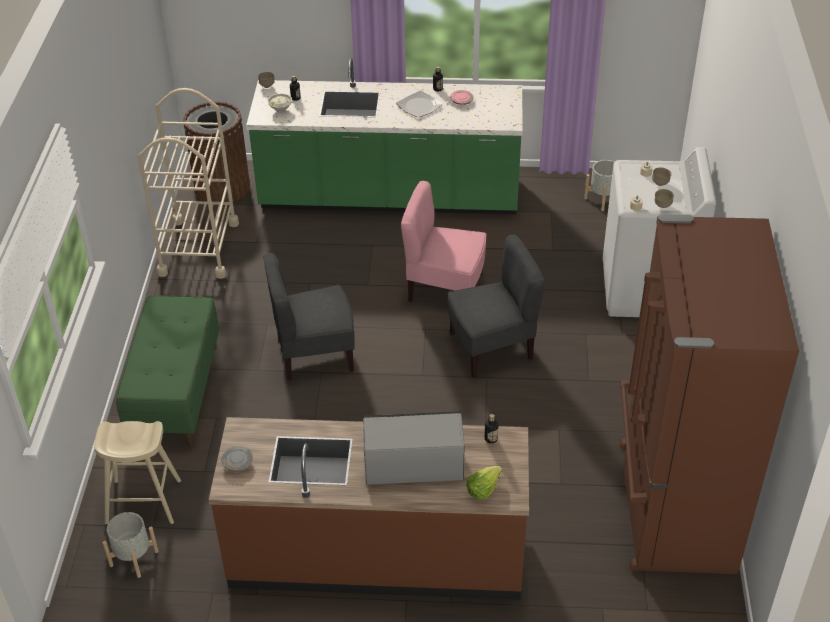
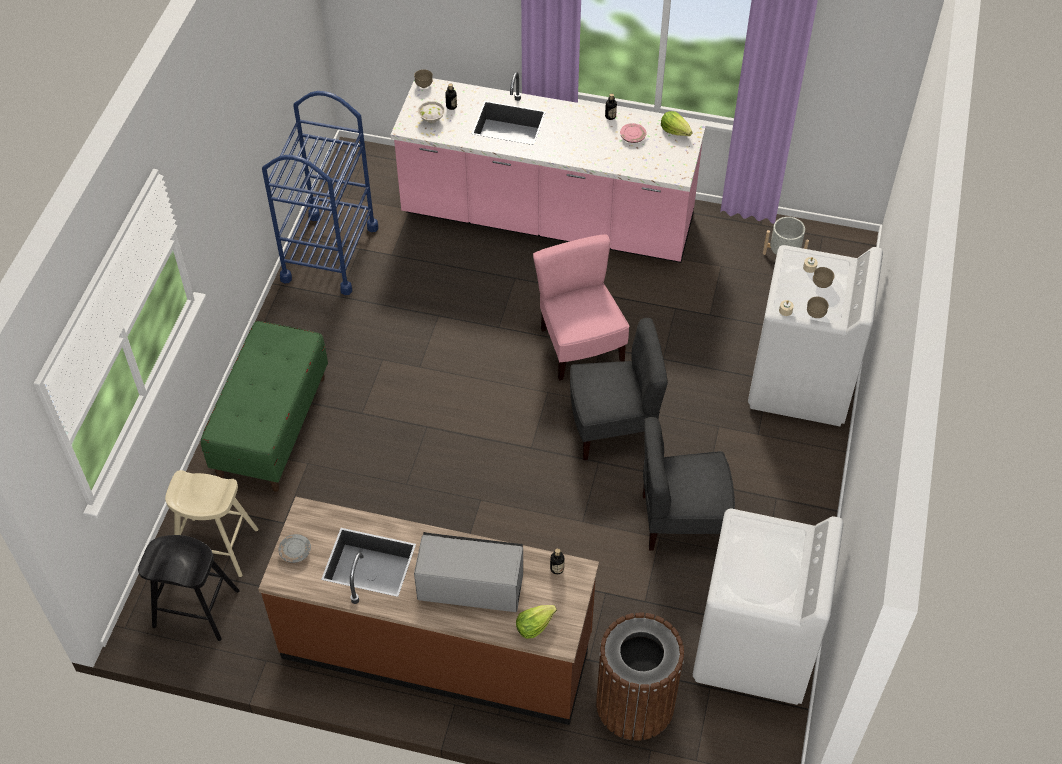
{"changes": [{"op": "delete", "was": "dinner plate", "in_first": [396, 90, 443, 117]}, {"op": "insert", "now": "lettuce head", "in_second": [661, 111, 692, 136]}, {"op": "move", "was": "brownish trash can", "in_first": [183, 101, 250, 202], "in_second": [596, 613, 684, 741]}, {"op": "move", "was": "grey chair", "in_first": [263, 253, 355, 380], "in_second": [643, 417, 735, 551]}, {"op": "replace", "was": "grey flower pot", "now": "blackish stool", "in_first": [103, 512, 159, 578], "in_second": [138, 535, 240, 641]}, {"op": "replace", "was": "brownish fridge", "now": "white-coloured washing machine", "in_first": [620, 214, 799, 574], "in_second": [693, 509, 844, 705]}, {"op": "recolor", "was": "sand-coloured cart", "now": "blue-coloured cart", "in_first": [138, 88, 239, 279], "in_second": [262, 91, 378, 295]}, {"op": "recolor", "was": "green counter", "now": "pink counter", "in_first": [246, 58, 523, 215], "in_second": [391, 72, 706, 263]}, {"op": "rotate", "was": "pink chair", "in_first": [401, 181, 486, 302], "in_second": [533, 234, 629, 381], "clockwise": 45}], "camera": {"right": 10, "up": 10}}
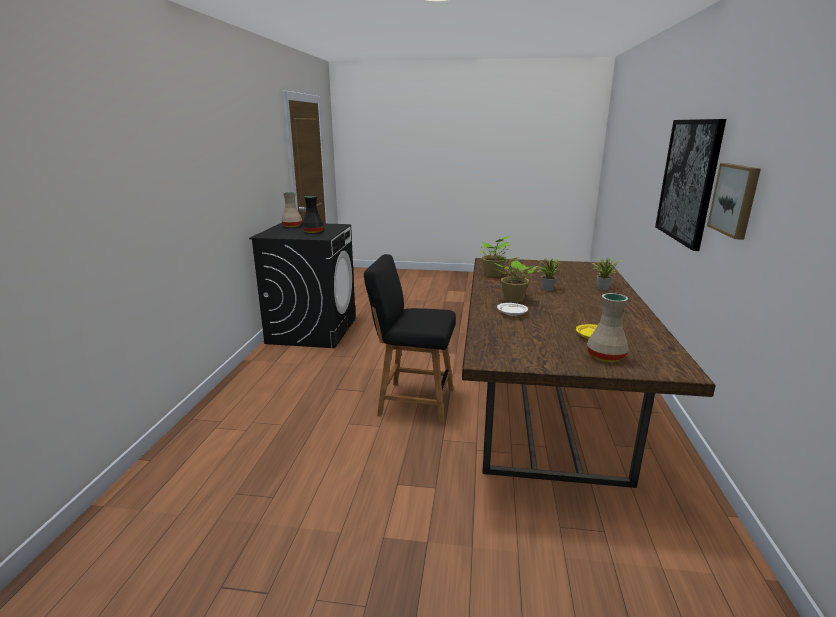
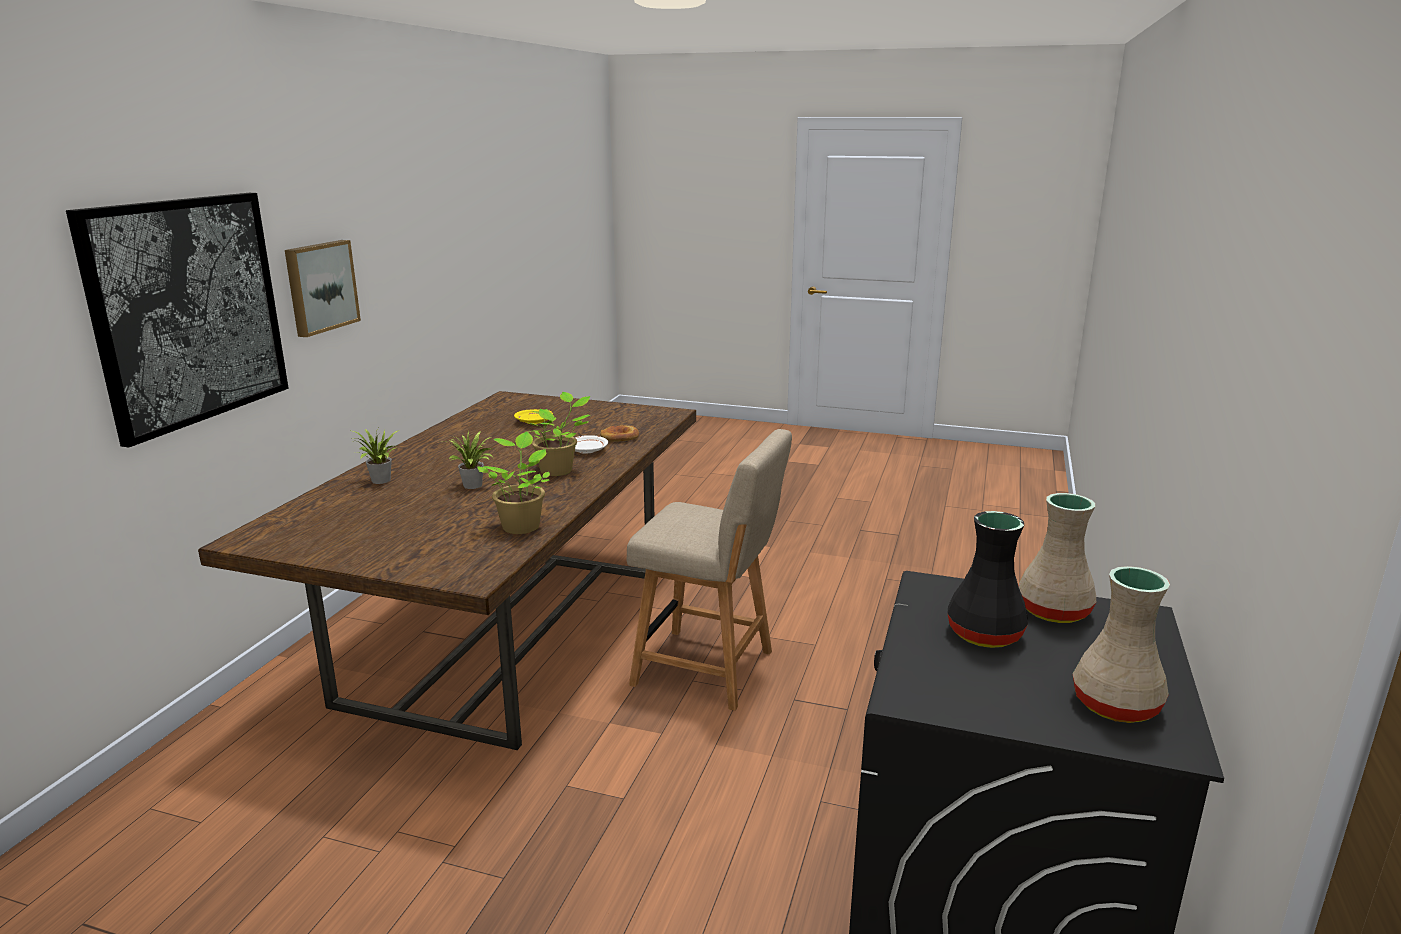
{"changes": [{"op": "insert", "now": "bakery bread", "in_second": [600, 425, 639, 442]}, {"op": "move", "was": "sand-coloured flower vase", "in_first": [587, 293, 629, 362], "in_second": [1018, 493, 1096, 623]}, {"op": "recolor", "was": "blackish chair", "now": "sand-coloured chair", "in_first": [364, 254, 456, 424], "in_second": [627, 429, 792, 711]}], "camera": {"right": -170, "up": 0}}
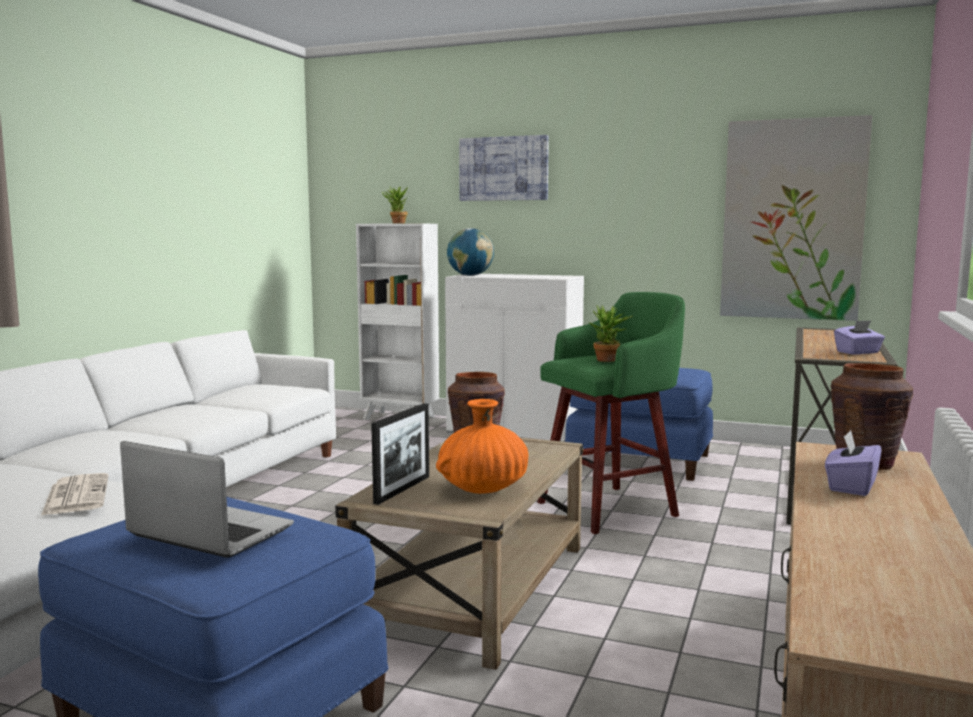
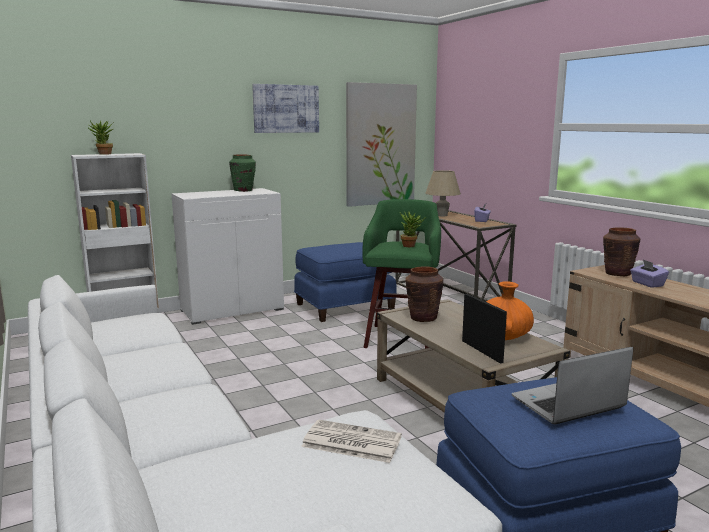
{"changes": [{"op": "delete", "was": "world globe", "in_first": [447, 228, 494, 276]}, {"op": "insert", "now": "green flower vase", "in_second": [229, 154, 256, 192]}, {"op": "insert", "now": "sand-coloured lamp for a table", "in_second": [425, 170, 461, 217]}, {"op": "move", "was": "wall art", "in_first": [459, 135, 549, 201], "in_second": [252, 84, 319, 133]}], "camera": {"right": -50, "up": 5}}
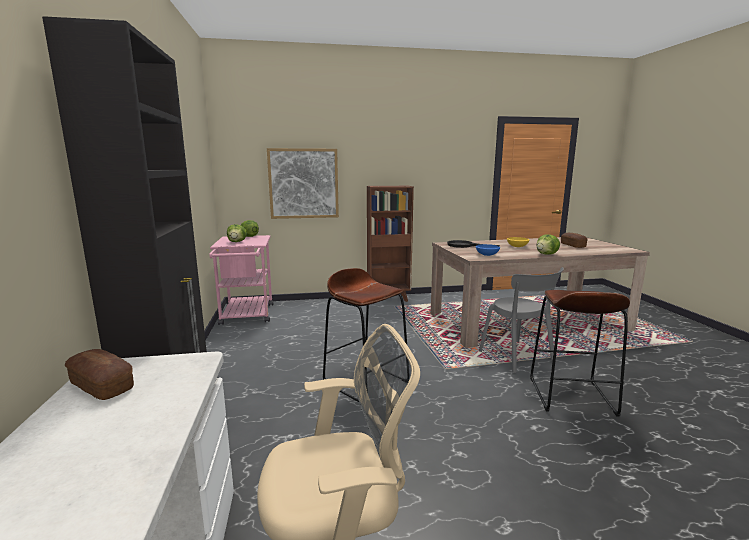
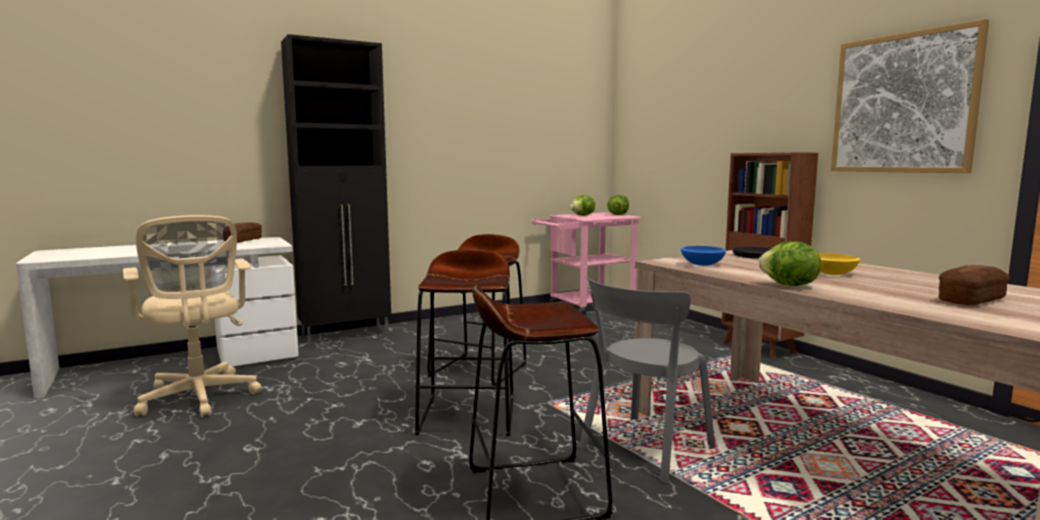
{"changes": [{"op": "insert", "now": "brownish stool", "in_second": [415, 249, 514, 436]}, {"op": "move", "was": "wall art", "in_first": [267, 148, 339, 219], "in_second": [831, 19, 989, 173]}], "camera": {"right": 70, "up": -5}}
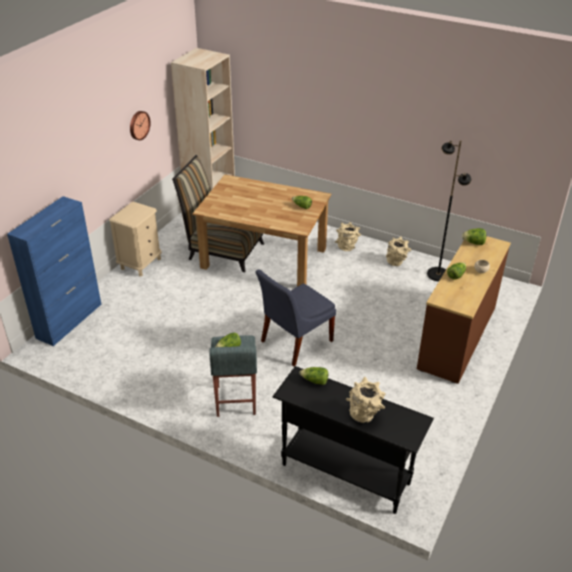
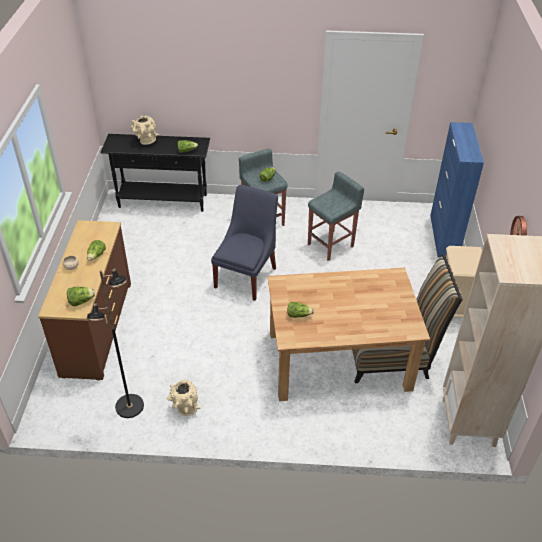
{"changes": [{"op": "delete", "was": "sand-coloured flower vase", "in_first": [335, 222, 361, 251]}, {"op": "insert", "now": "grey stool", "in_second": [308, 172, 364, 261]}], "camera": {"right": 155, "up": 5}}
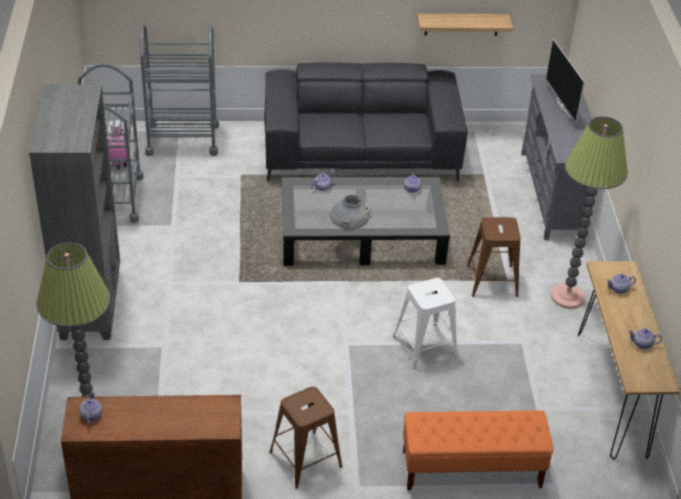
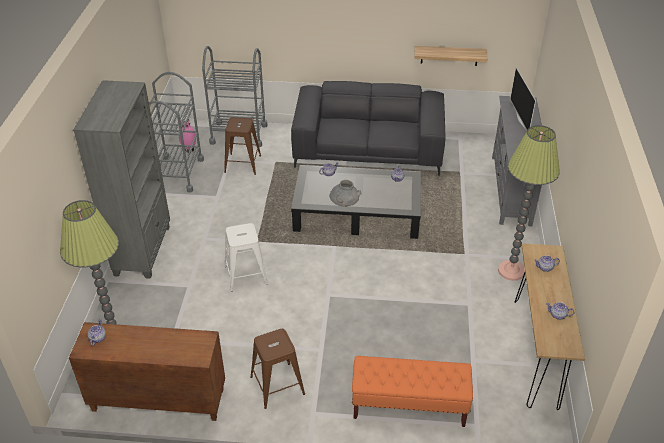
{"changes": [{"op": "move", "was": "white-coloured stool", "in_first": [393, 278, 458, 369], "in_second": [225, 223, 268, 292]}, {"op": "move", "was": "brownish stool", "in_first": [467, 217, 521, 297], "in_second": [224, 117, 261, 175]}], "camera": {"right": 10, "up": 0}}
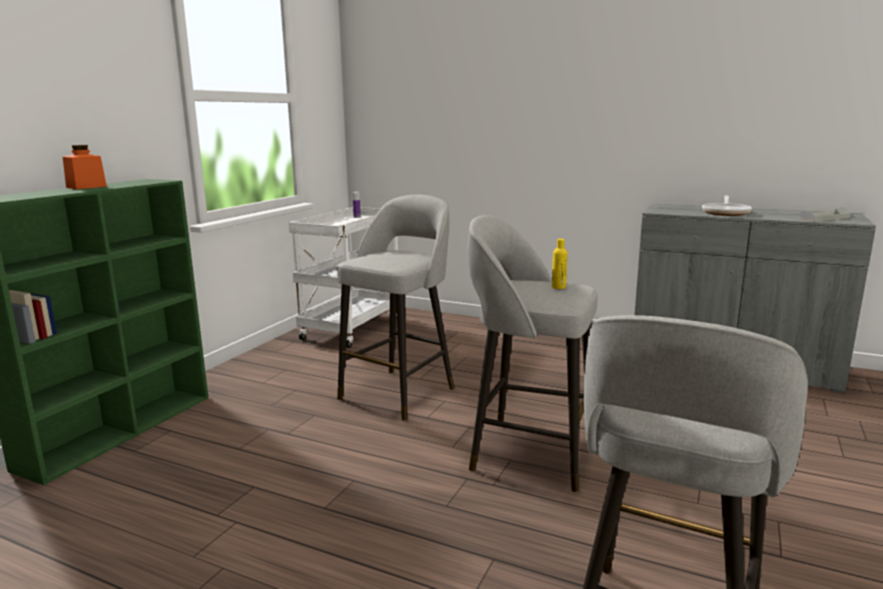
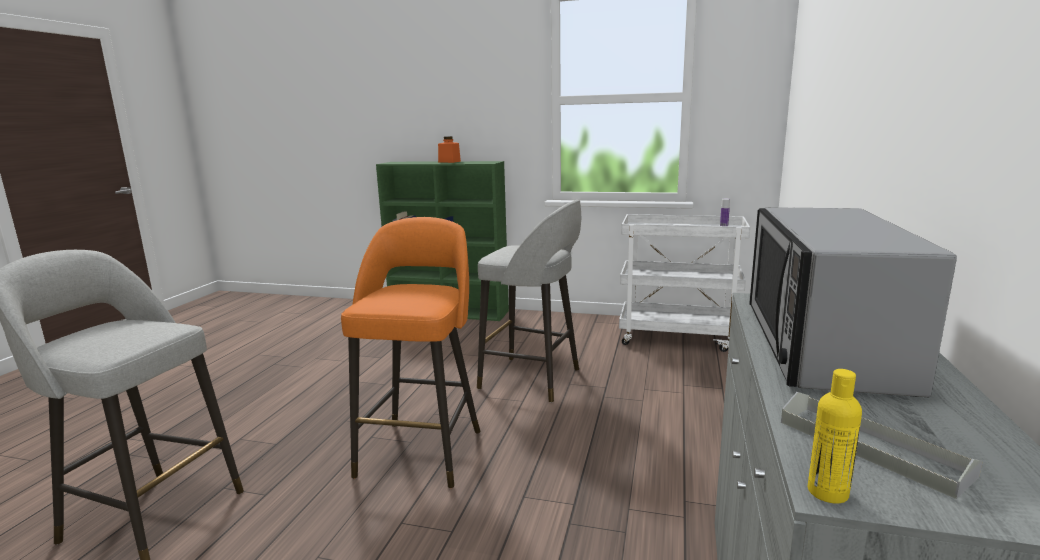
{"changes": [{"op": "move", "was": "yellowish bottle", "in_first": [552, 239, 568, 289], "in_second": [807, 369, 862, 504]}, {"op": "replace", "was": "skillet", "now": "microwave", "in_first": [702, 195, 752, 216], "in_second": [749, 207, 957, 397]}, {"op": "recolor", "was": "grey stool", "now": "orange stool", "in_first": [467, 215, 598, 492], "in_second": [341, 217, 480, 488]}], "camera": {"right": 80, "up": 0}}
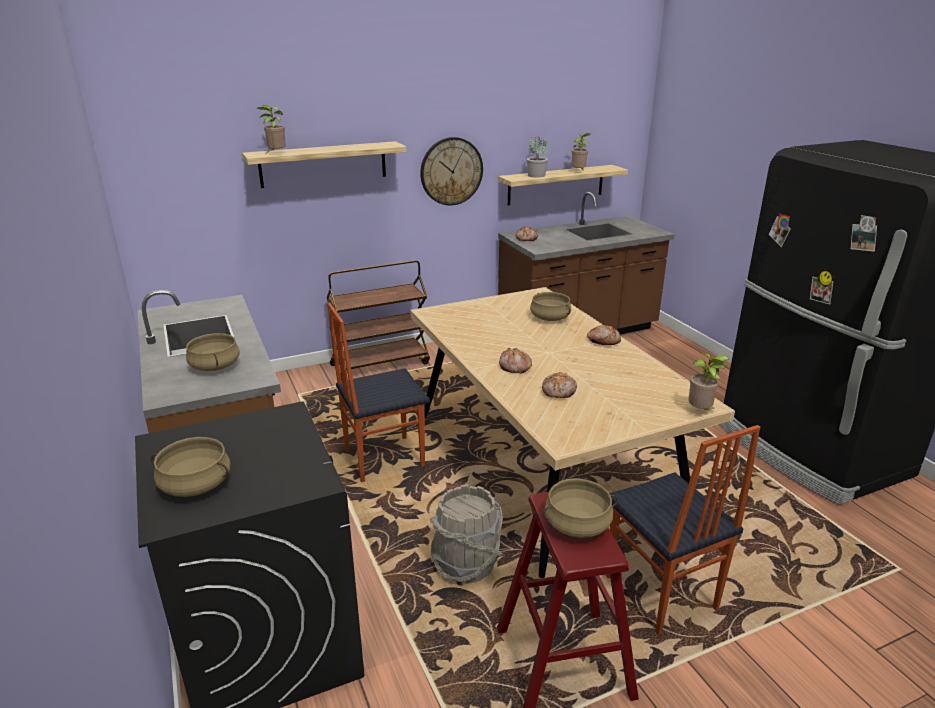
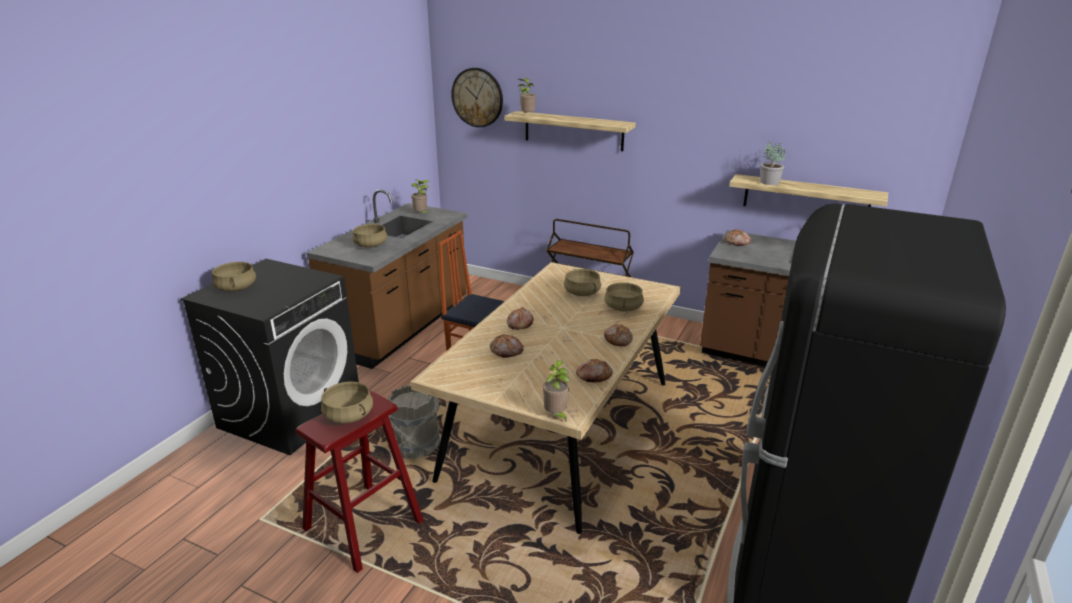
{"changes": [{"op": "delete", "was": "chair", "in_first": [605, 425, 760, 635]}, {"op": "insert", "now": "sand-coloured cooking pot", "in_second": [564, 269, 601, 296]}, {"op": "insert", "now": "bakery bread", "in_second": [576, 359, 613, 382]}, {"op": "move", "was": "hanging clock", "in_first": [420, 137, 483, 206], "in_second": [451, 68, 503, 128]}, {"op": "move", "was": "houseplant", "in_first": [571, 132, 590, 171], "in_second": [411, 180, 430, 213]}], "camera": {"right": 50, "up": 0}}
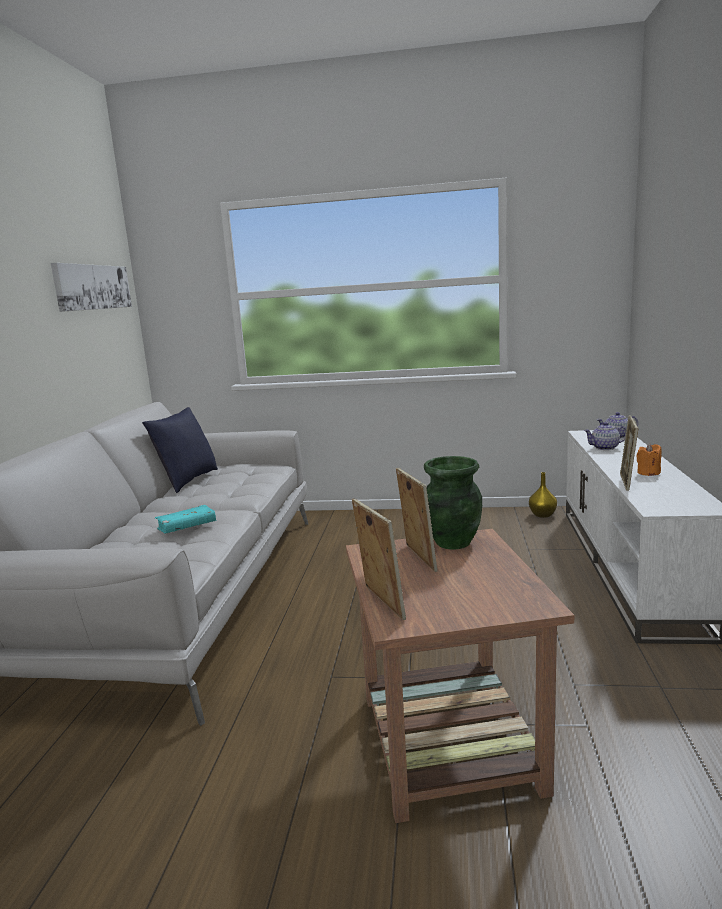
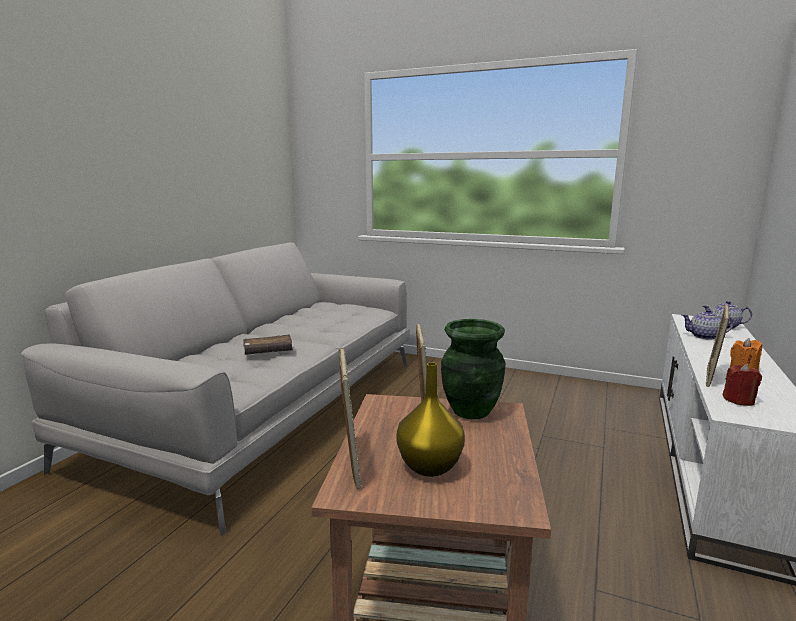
{"changes": [{"op": "delete", "was": "wall art", "in_first": [51, 263, 132, 312]}, {"op": "delete", "was": "blue-coloured throw pillow", "in_first": [142, 407, 218, 493]}, {"op": "insert", "now": "reddish wax light", "in_second": [722, 364, 762, 406]}, {"op": "move", "was": "yellowish flower vase", "in_first": [529, 472, 557, 518], "in_second": [396, 362, 465, 477]}, {"op": "recolor", "was": "turquoise book", "now": "brownish book", "in_first": [155, 505, 216, 534], "in_second": [243, 334, 293, 355]}], "camera": {"right": 15, "up": 0}}
